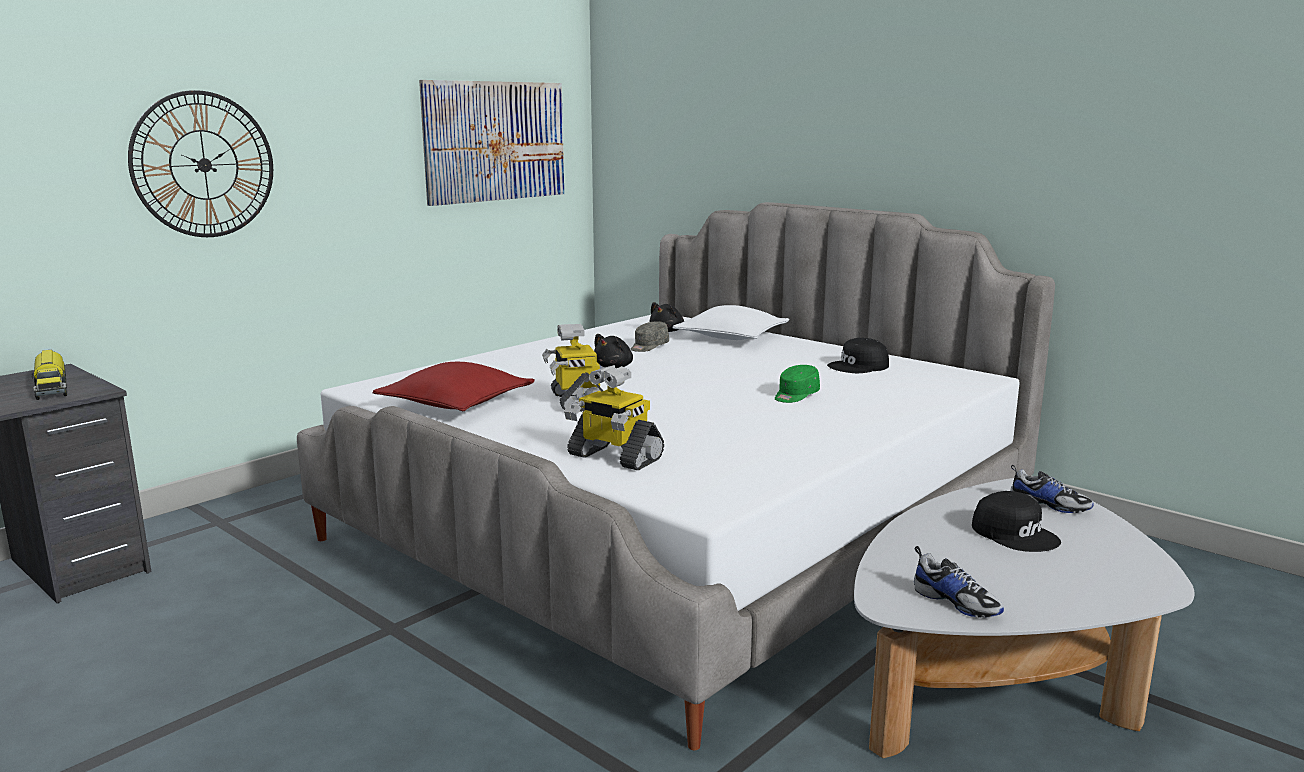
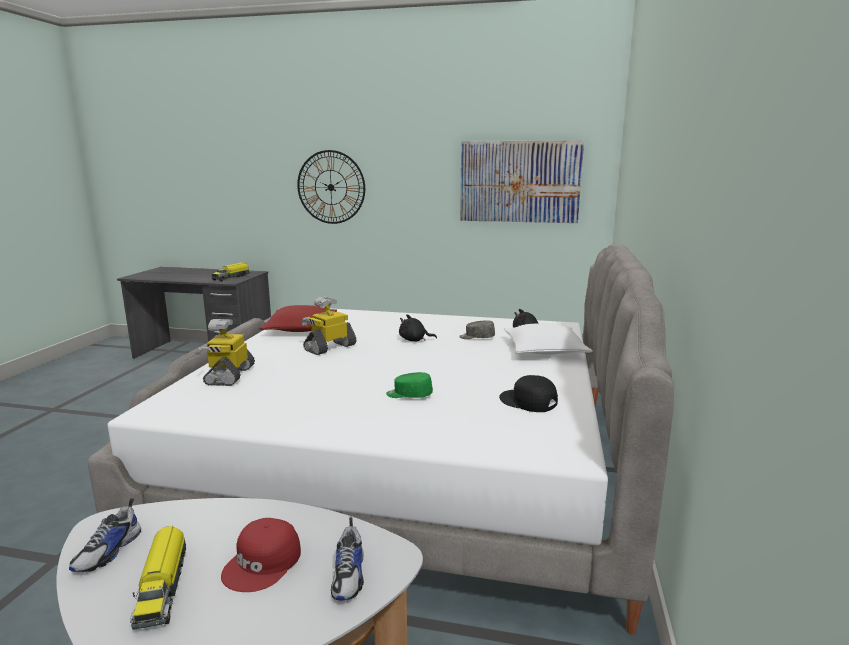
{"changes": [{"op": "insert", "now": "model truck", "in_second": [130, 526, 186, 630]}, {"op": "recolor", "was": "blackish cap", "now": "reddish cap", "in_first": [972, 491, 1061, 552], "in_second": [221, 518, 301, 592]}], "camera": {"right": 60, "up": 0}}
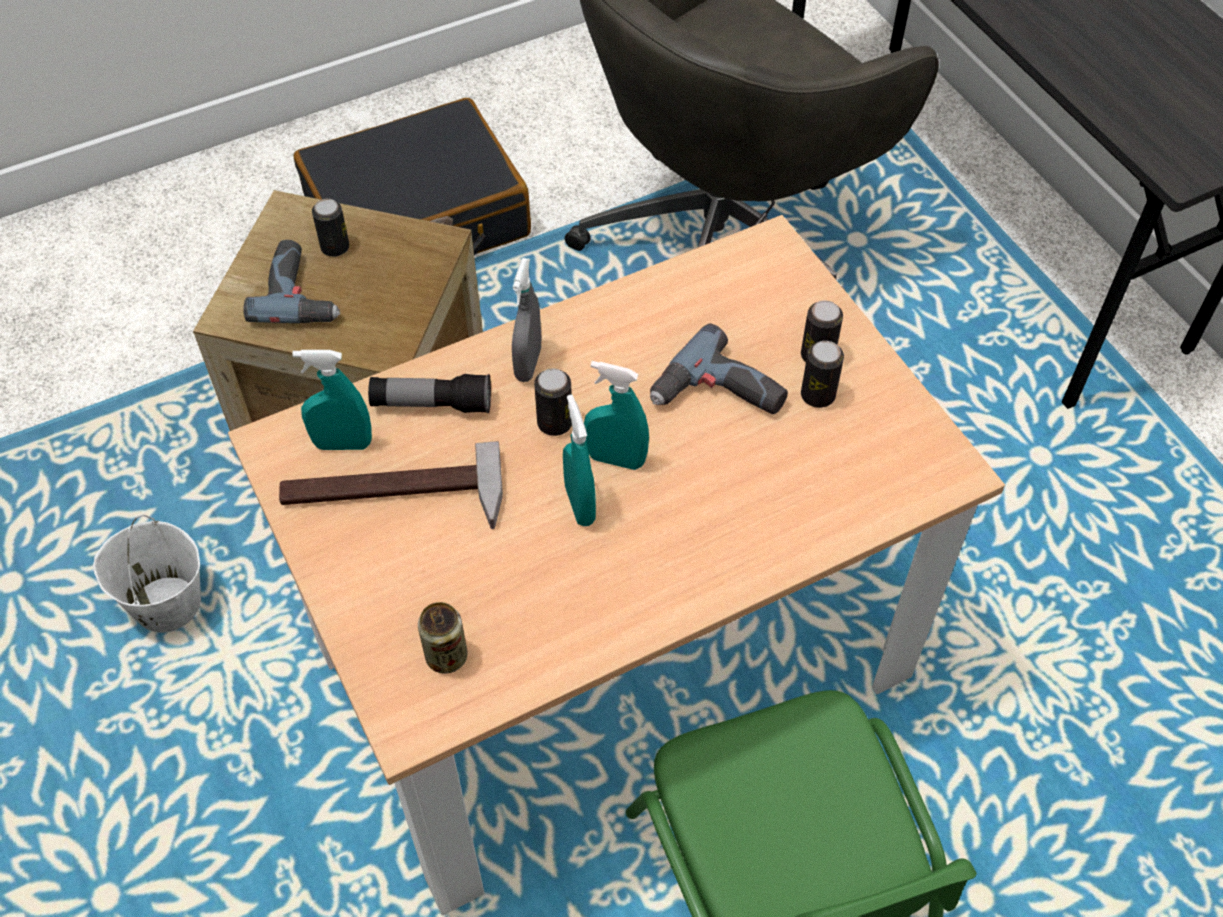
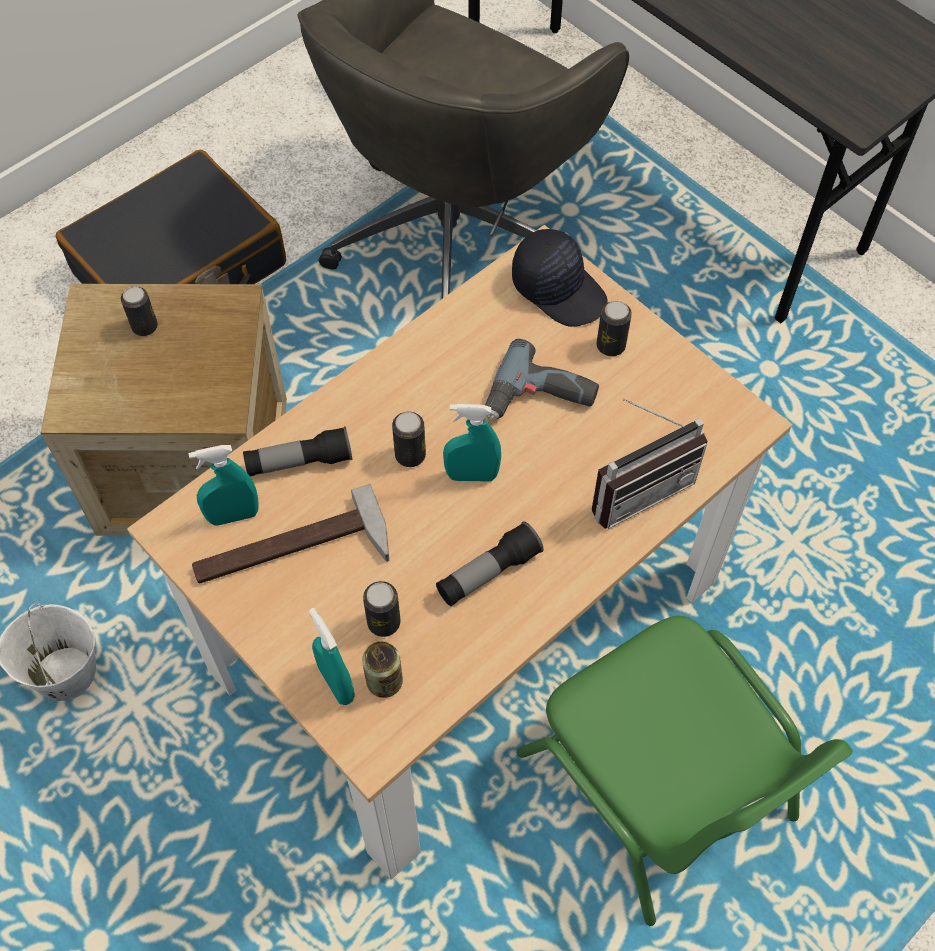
{"changes": [{"op": "delete", "was": "power drill", "in_first": [243, 240, 340, 323]}, {"op": "delete", "was": "grey sprayer", "in_first": [512, 258, 541, 382]}, {"op": "insert", "now": "flashlight", "in_second": [436, 521, 544, 606]}, {"op": "insert", "now": "blackish cap", "in_second": [512, 229, 607, 327]}, {"op": "insert", "now": "radio", "in_second": [592, 398, 708, 529]}, {"op": "move", "was": "turquoise sprayer", "in_first": [563, 395, 596, 526], "in_second": [309, 608, 355, 705]}, {"op": "move", "was": "metal can", "in_first": [801, 341, 844, 408], "in_second": [363, 581, 401, 637]}], "camera": {"right": -15, "up": 5}}
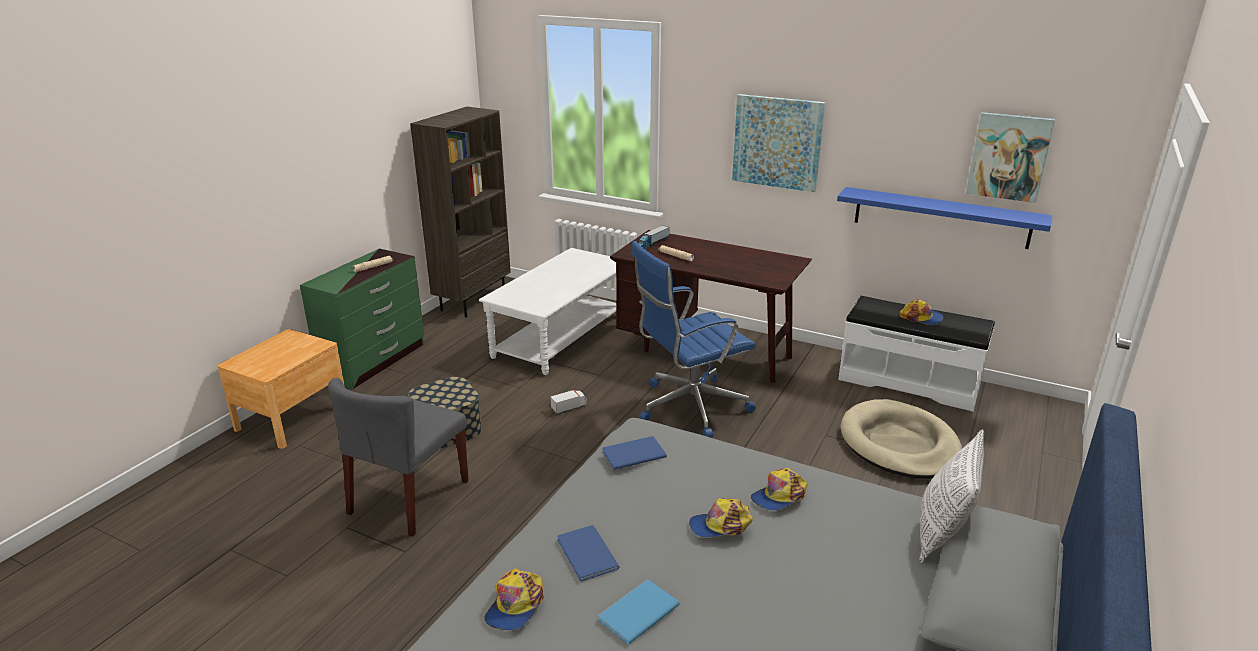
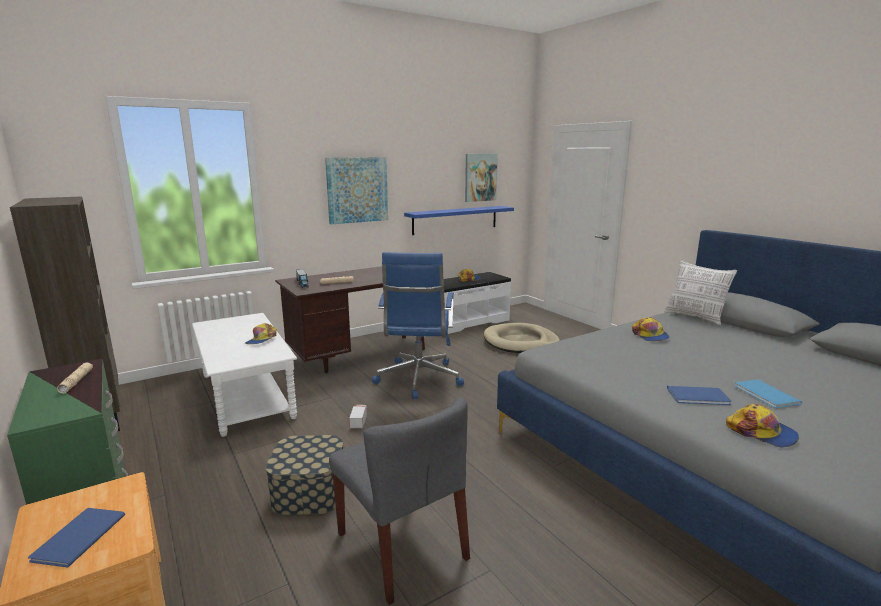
{"changes": [{"op": "move", "was": "blue-coloured book", "in_first": [602, 436, 667, 470], "in_second": [28, 508, 125, 567]}, {"op": "move", "was": "cap", "in_first": [689, 498, 753, 538], "in_second": [245, 323, 277, 344]}], "camera": {"right": -60, "up": -10}}
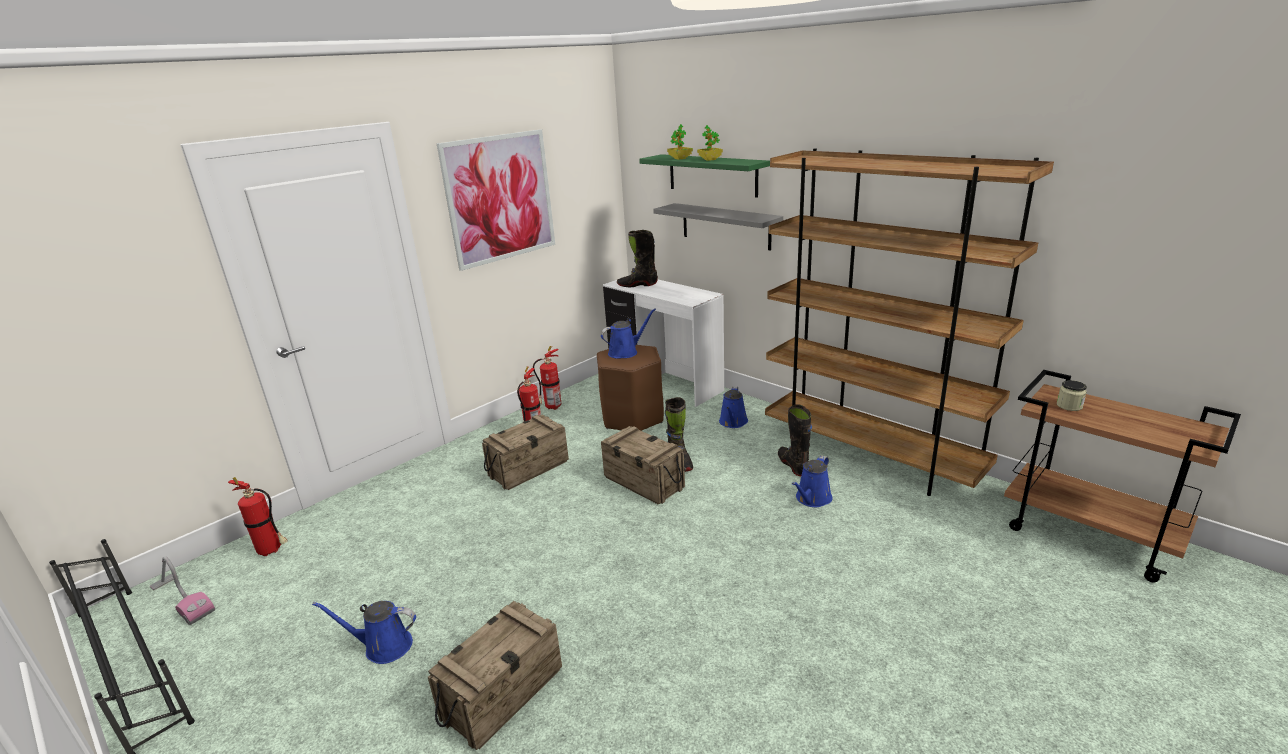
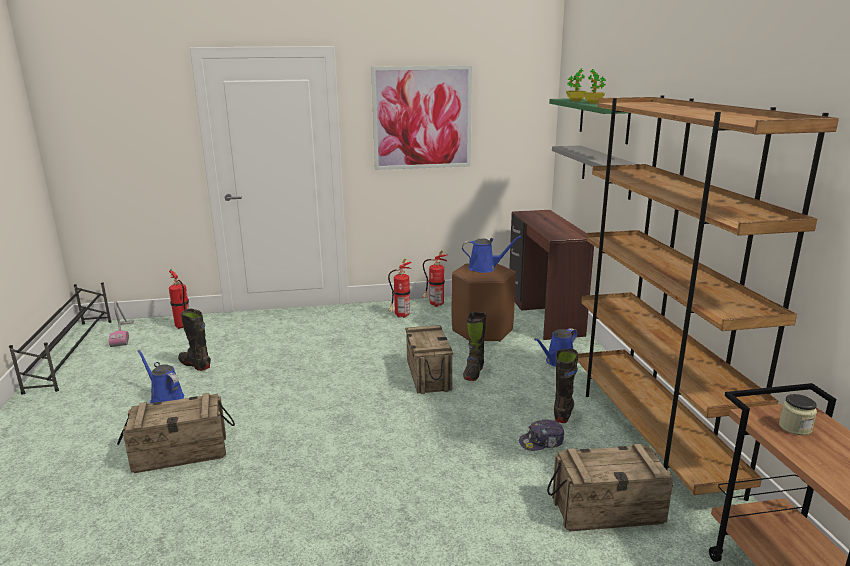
{"changes": [{"op": "move", "was": "shipping crate", "in_first": [482, 415, 569, 490], "in_second": [547, 444, 674, 532]}, {"op": "move", "was": "blackish boot", "in_first": [617, 230, 658, 287], "in_second": [178, 309, 211, 371]}, {"op": "replace", "was": "blue-coloured watering pot", "now": "cap", "in_first": [792, 455, 832, 507], "in_second": [519, 419, 564, 451]}, {"op": "recolor", "was": "white-coloured desk", "now": "brownish desk", "in_first": [603, 279, 724, 407], "in_second": [509, 210, 594, 340]}], "camera": {"right": 35, "up": -5}}
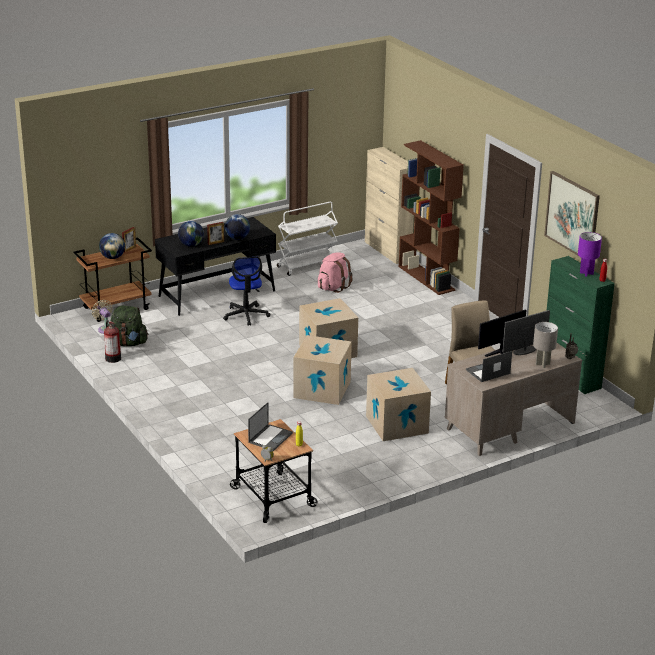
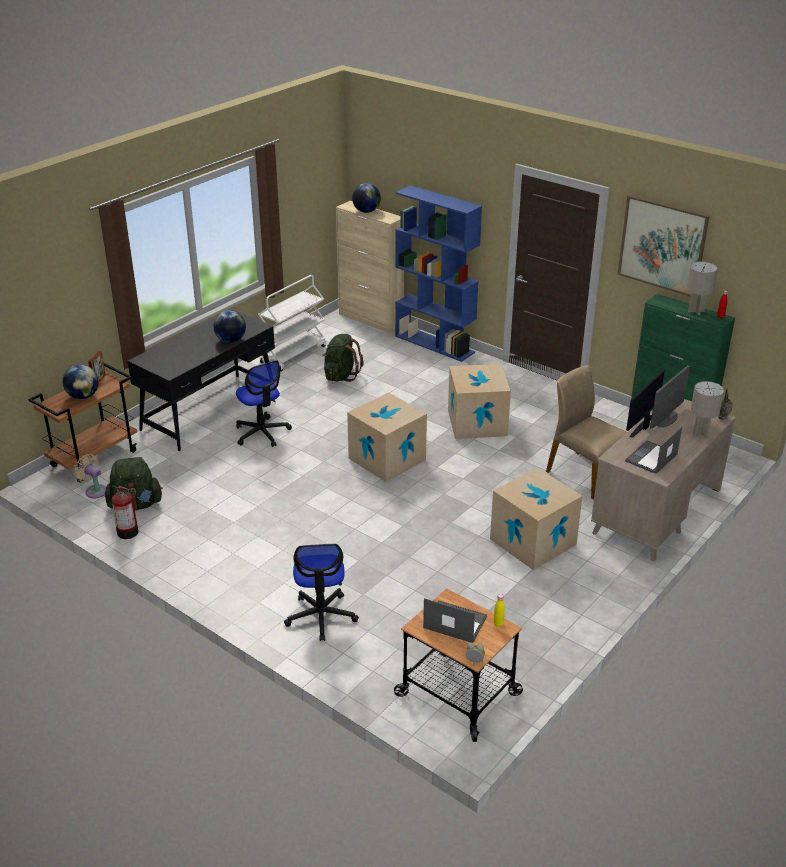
{"changes": [{"op": "delete", "was": "photo frame", "in_first": [207, 222, 224, 245]}, {"op": "insert", "now": "computer chair", "in_second": [284, 544, 359, 641]}, {"op": "move", "was": "world globe", "in_first": [178, 221, 204, 247], "in_second": [352, 183, 381, 213]}, {"op": "move", "was": "cardboard box", "in_first": [293, 335, 352, 405], "in_second": [448, 364, 511, 439]}, {"op": "recolor", "was": "pink rucksack", "now": "green rucksack", "in_first": [318, 252, 353, 293], "in_second": [322, 334, 364, 382]}, {"op": "recolor", "was": "brownish bookshelf", "now": "blue-coloured bookshelf", "in_first": [399, 140, 464, 295], "in_second": [395, 185, 482, 362]}, {"op": "recolor", "was": "purple-coloured lamp for a table", "now": "grey lamp for a table", "in_first": [578, 232, 602, 277], "in_second": [687, 261, 718, 315]}, {"op": "rotate", "was": "laptop", "in_first": [248, 402, 293, 451], "in_second": [423, 598, 487, 643], "clockwise": -75}], "camera": {"right": -20, "up": 5}}
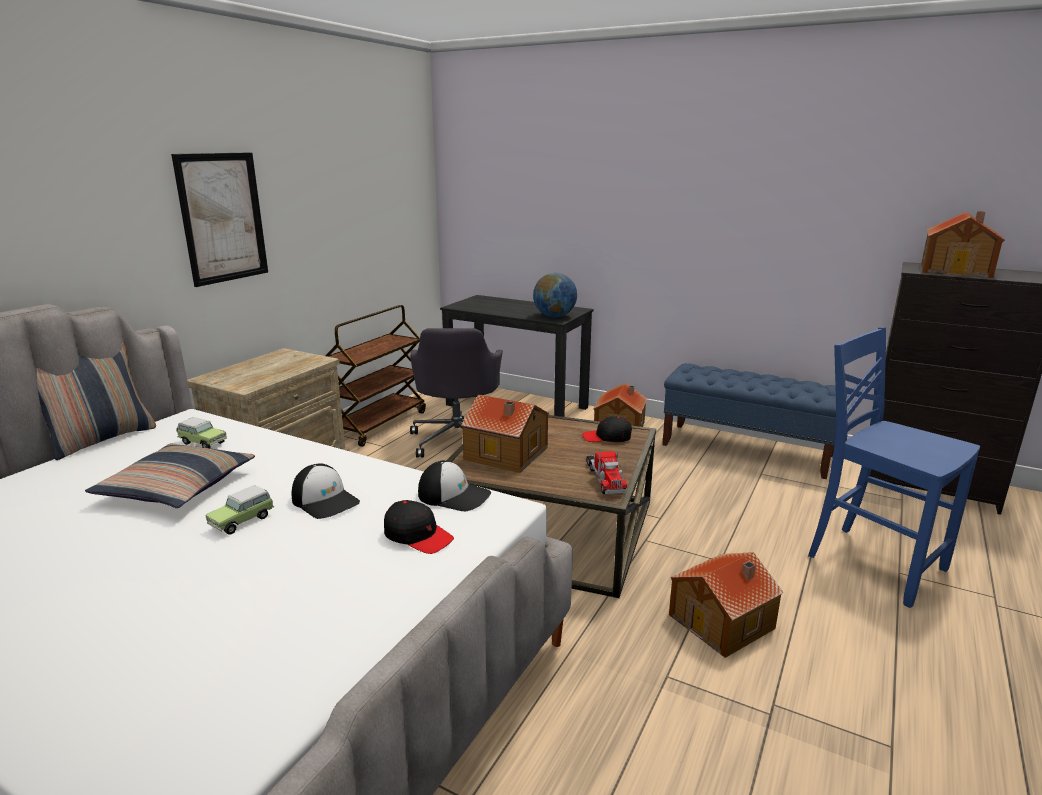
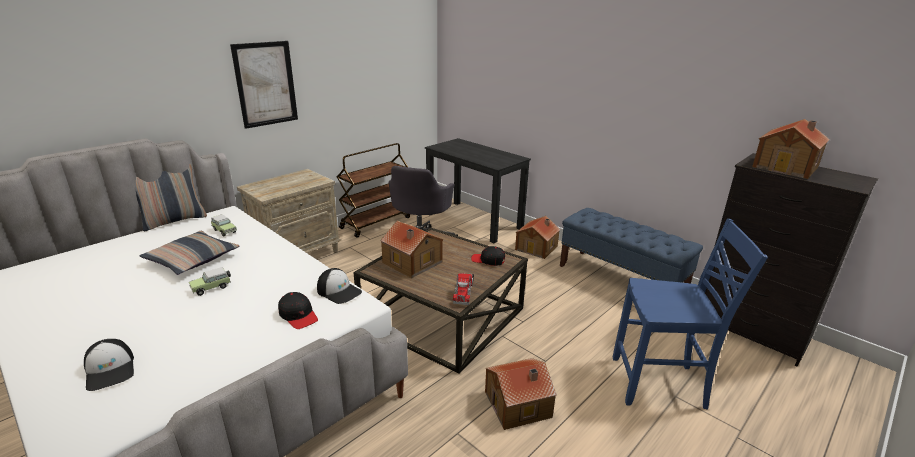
{"changes": [{"op": "delete", "was": "world globe", "in_first": [533, 273, 577, 317]}, {"op": "move", "was": "cap", "in_first": [292, 463, 360, 519], "in_second": [84, 339, 134, 391]}, {"op": "rotate", "was": "blue-coloured chair", "in_first": [808, 327, 980, 608], "in_second": [613, 219, 768, 410], "clockwise": 120}], "camera": {"right": 15, "up": 5}}
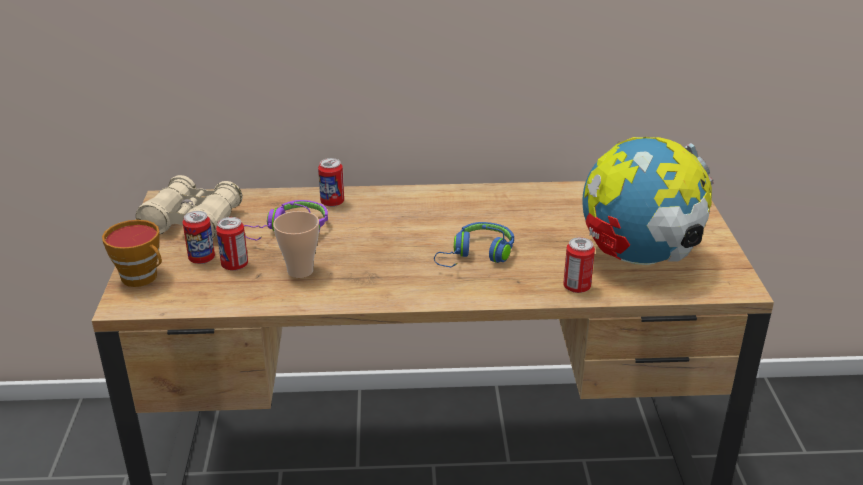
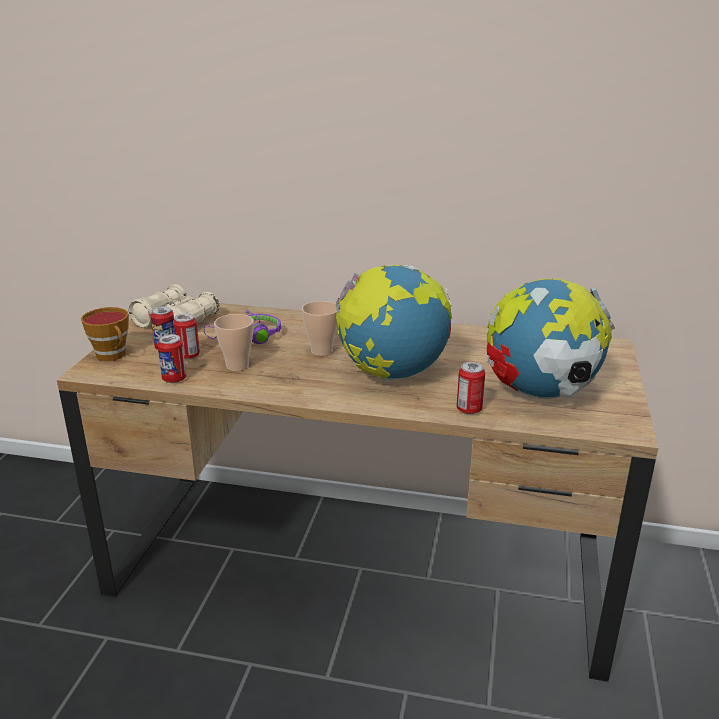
{"changes": [{"op": "insert", "now": "small cup", "in_second": [302, 301, 337, 356]}, {"op": "move", "was": "metal can", "in_first": [318, 158, 344, 207], "in_second": [157, 334, 186, 383]}, {"op": "replace", "was": "blue-coloured headset", "now": "world globe", "in_first": [434, 222, 514, 267], "in_second": [336, 265, 452, 380]}], "camera": {"right": 15, "up": -5}}
